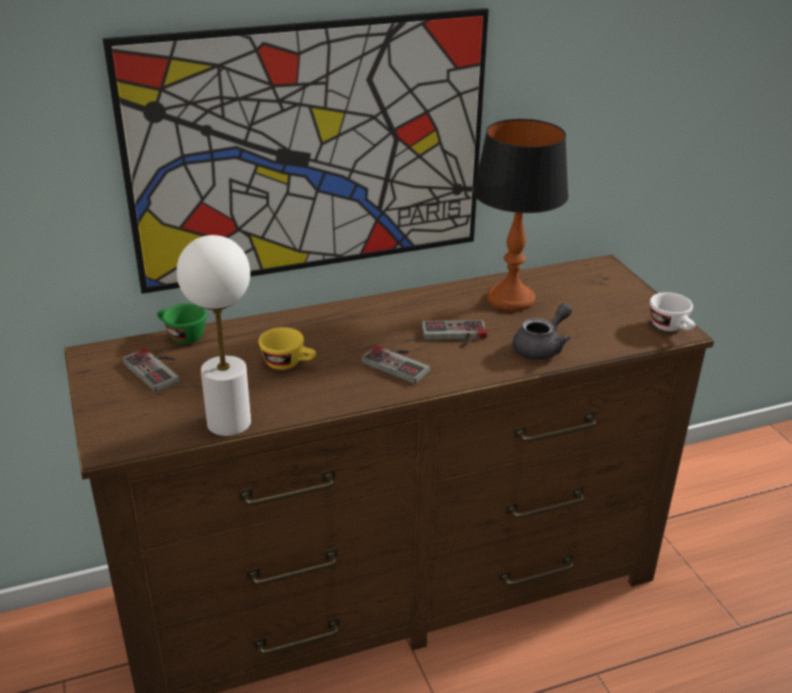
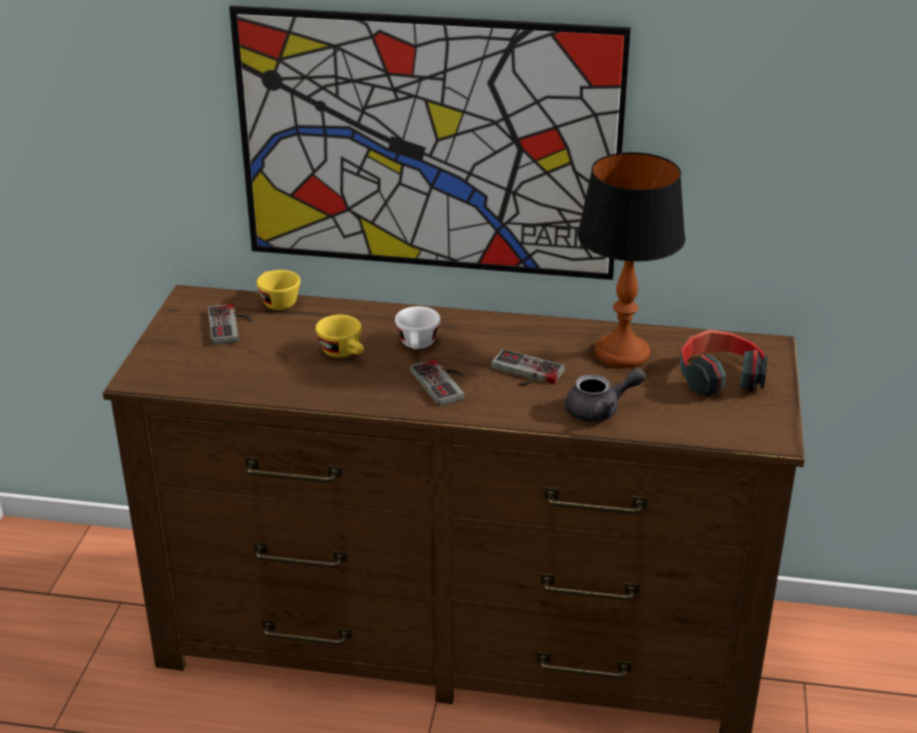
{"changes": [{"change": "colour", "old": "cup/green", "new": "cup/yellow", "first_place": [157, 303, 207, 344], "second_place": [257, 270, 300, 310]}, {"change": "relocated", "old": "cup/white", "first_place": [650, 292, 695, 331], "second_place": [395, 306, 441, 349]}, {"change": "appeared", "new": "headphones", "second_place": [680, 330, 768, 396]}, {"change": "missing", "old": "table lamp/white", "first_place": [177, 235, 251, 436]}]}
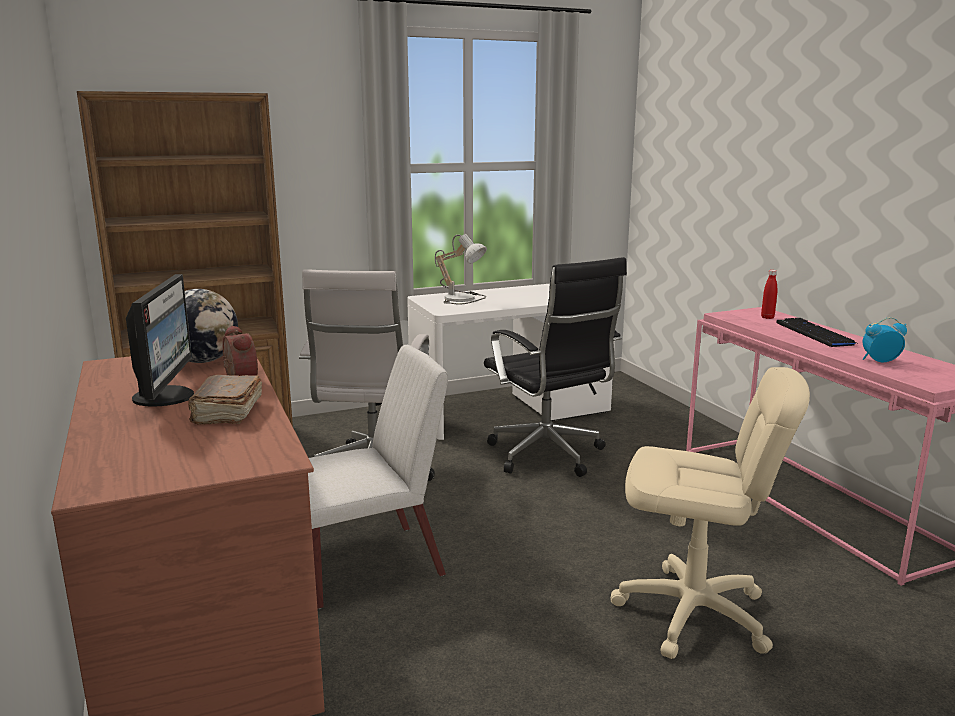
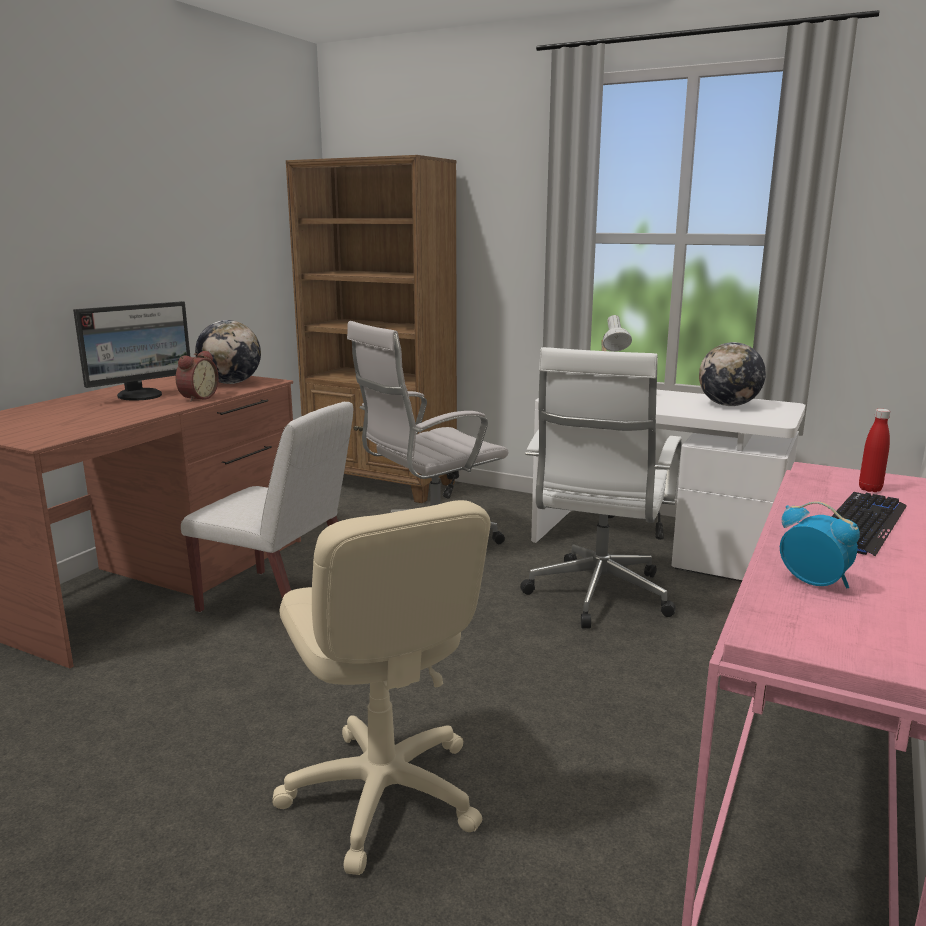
{"changes": [{"change": "colour", "old": "office chair/black", "new": "office chair/white", "first_place": [484, 257, 627, 477], "second_place": [520, 347, 682, 629]}, {"change": "appeared", "new": "globe", "second_place": [699, 342, 766, 406]}, {"change": "missing", "old": "book/brown", "first_place": [188, 375, 262, 425]}]}
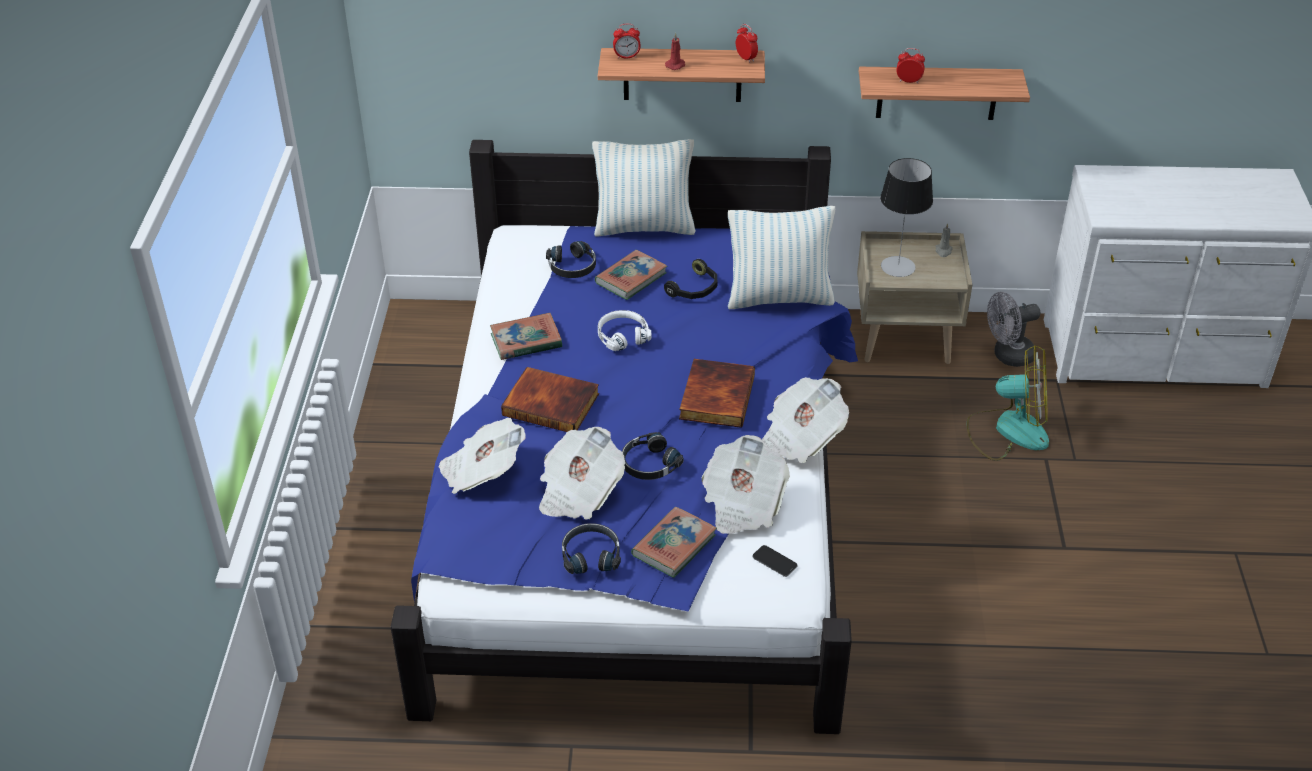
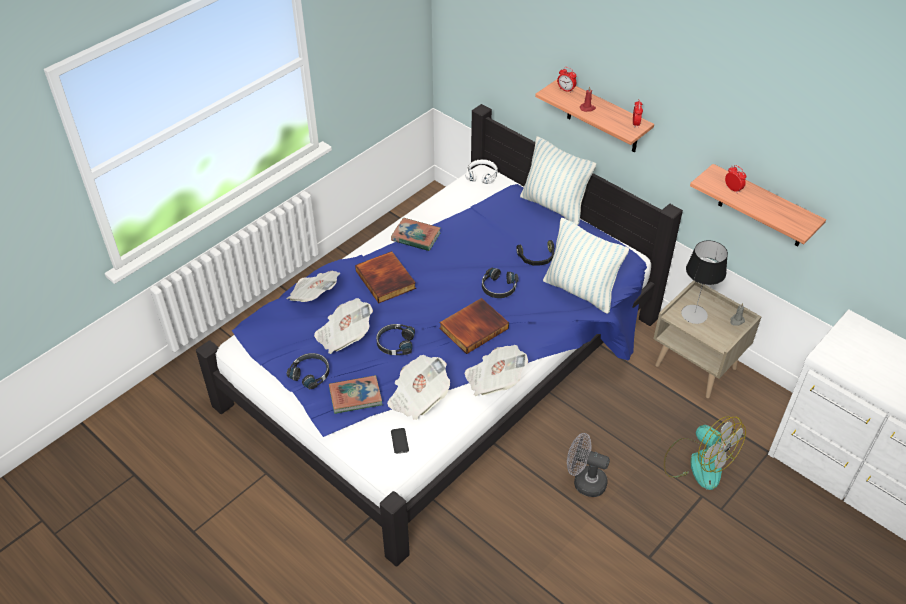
{"changes": [{"change": "relocated", "old": "headphones/white", "first_place": [598, 310, 651, 351], "second_place": [465, 159, 498, 184]}, {"change": "relocated", "old": "headphones/black", "first_place": [546, 241, 596, 278], "second_place": [482, 268, 519, 298]}, {"change": "relocated", "old": "fan/grey", "first_place": [987, 292, 1040, 367], "second_place": [567, 433, 610, 497]}, {"change": "missing", "old": "book", "first_place": [595, 250, 667, 300]}]}
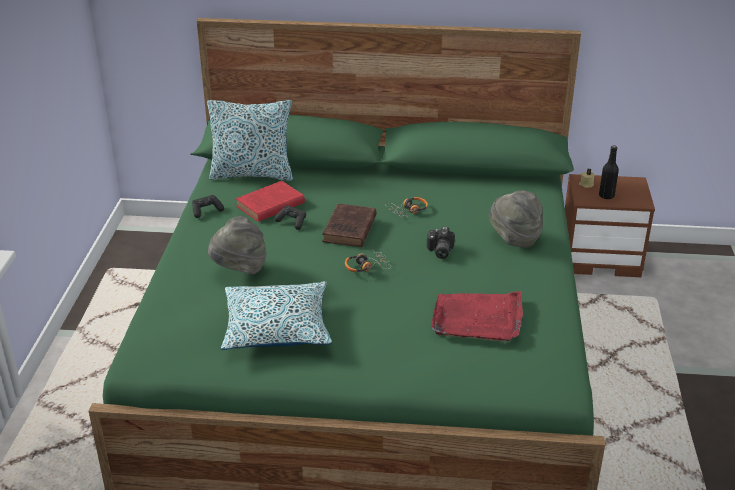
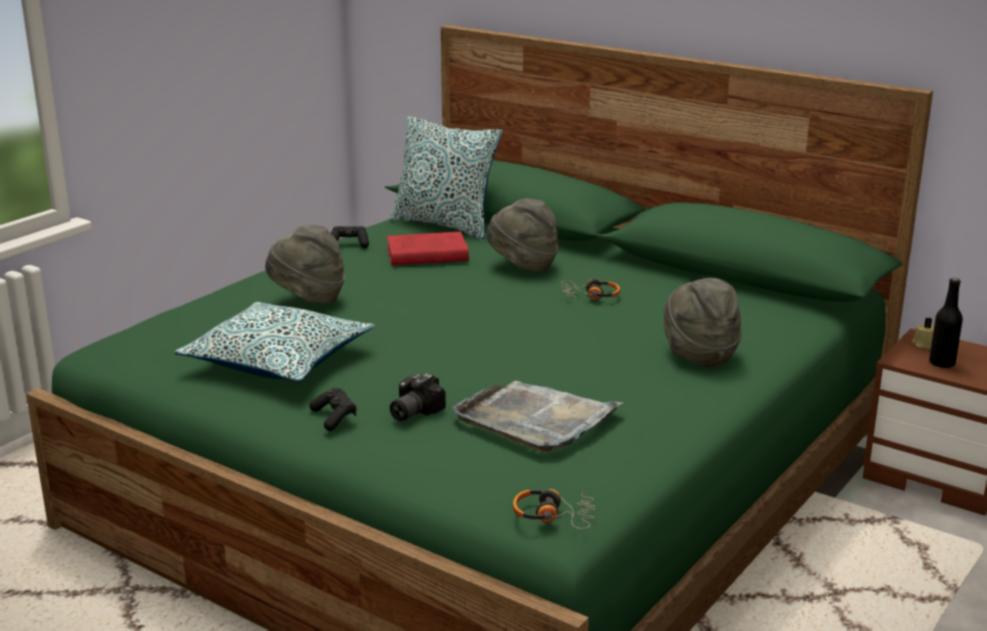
{"changes": [{"change": "relocated", "old": "game controller/black", "first_place": [274, 206, 306, 230], "second_place": [309, 388, 357, 431]}, {"change": "relocated", "old": "photo camera", "first_place": [427, 227, 455, 259], "second_place": [390, 373, 446, 421]}, {"change": "colour", "old": "tray/red", "new": "tray/grey", "first_place": [431, 291, 523, 342], "second_place": [452, 381, 624, 453]}, {"change": "appeared", "new": "hat/grey", "second_place": [486, 198, 558, 272]}, {"change": "relocated", "old": "headphones", "first_place": [345, 251, 391, 272], "second_place": [513, 489, 595, 529]}, {"change": "missing", "old": "book/brown", "first_place": [322, 204, 377, 247]}]}
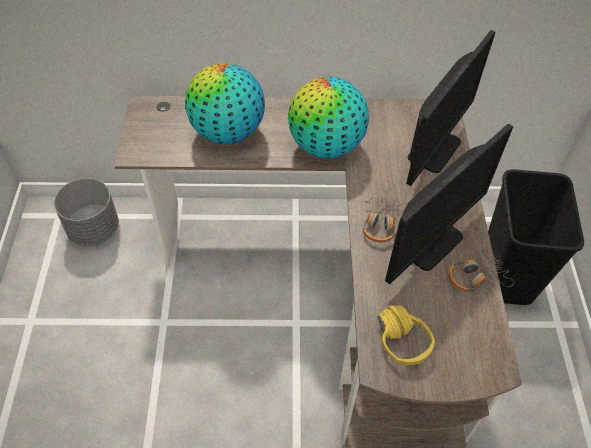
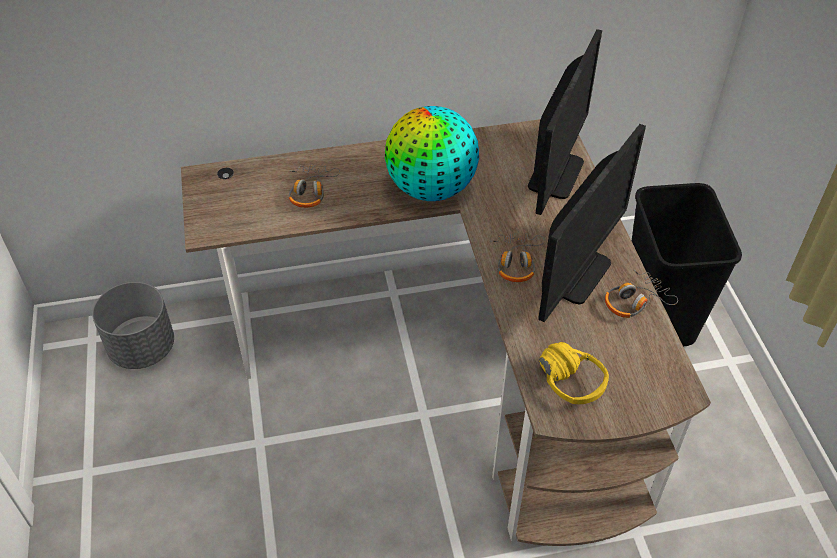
{"changes": [{"change": "exchanged", "old": "globe", "new": "headphones", "first_place": [185, 63, 265, 144], "second_place": [289, 165, 340, 208]}]}
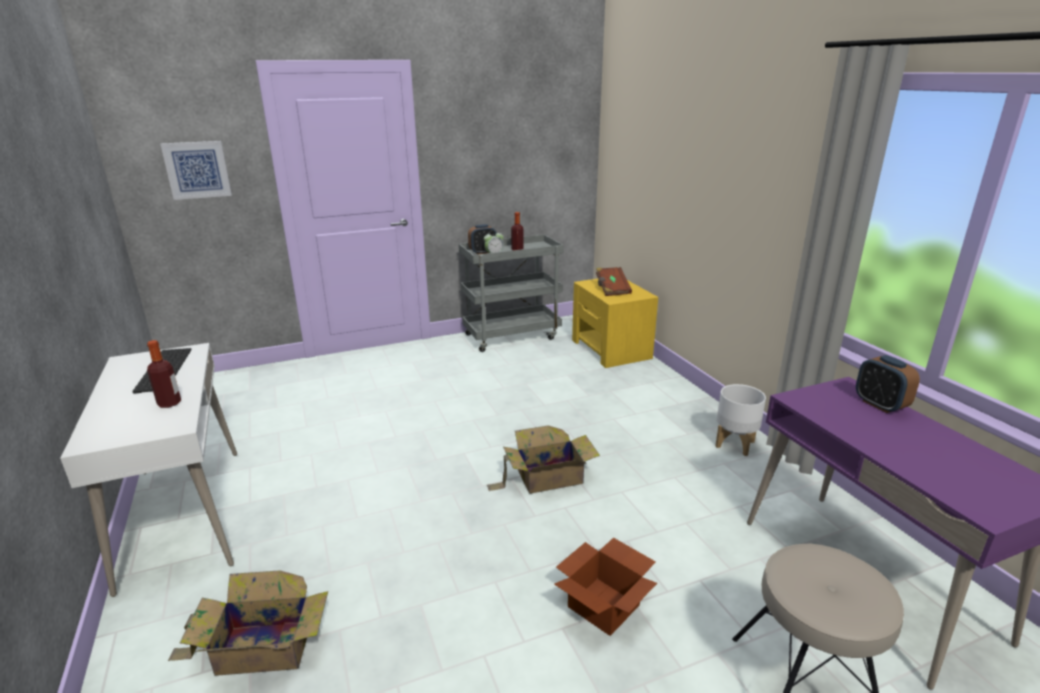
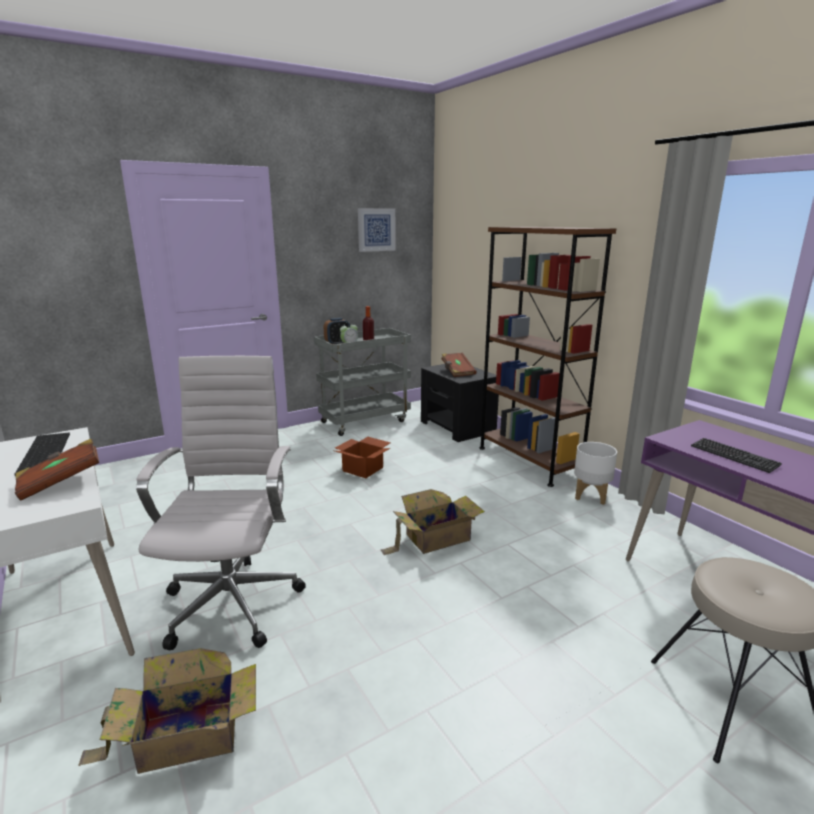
{"changes": [{"change": "exchanged", "old": "bottle", "new": "book/brown", "first_place": [147, 340, 181, 408], "second_place": [15, 438, 99, 501]}, {"change": "appeared", "new": "office chair/white", "second_place": [136, 356, 306, 650]}, {"change": "relocated", "old": "cardboard box", "first_place": [554, 538, 657, 636], "second_place": [335, 437, 390, 478]}, {"change": "relocated", "old": "picture", "first_place": [160, 141, 232, 200], "second_place": [358, 208, 396, 252]}, {"change": "colour", "old": "nightstand/yellow", "new": "nightstand/black", "first_place": [572, 279, 658, 368], "second_place": [421, 364, 499, 442]}, {"change": "appeared", "new": "bookcase/brown", "second_place": [479, 227, 616, 487]}, {"change": "appeared", "new": "keyboard", "second_place": [691, 438, 782, 473]}, {"change": "missing", "old": "alarm clock", "first_place": [856, 355, 920, 413]}]}
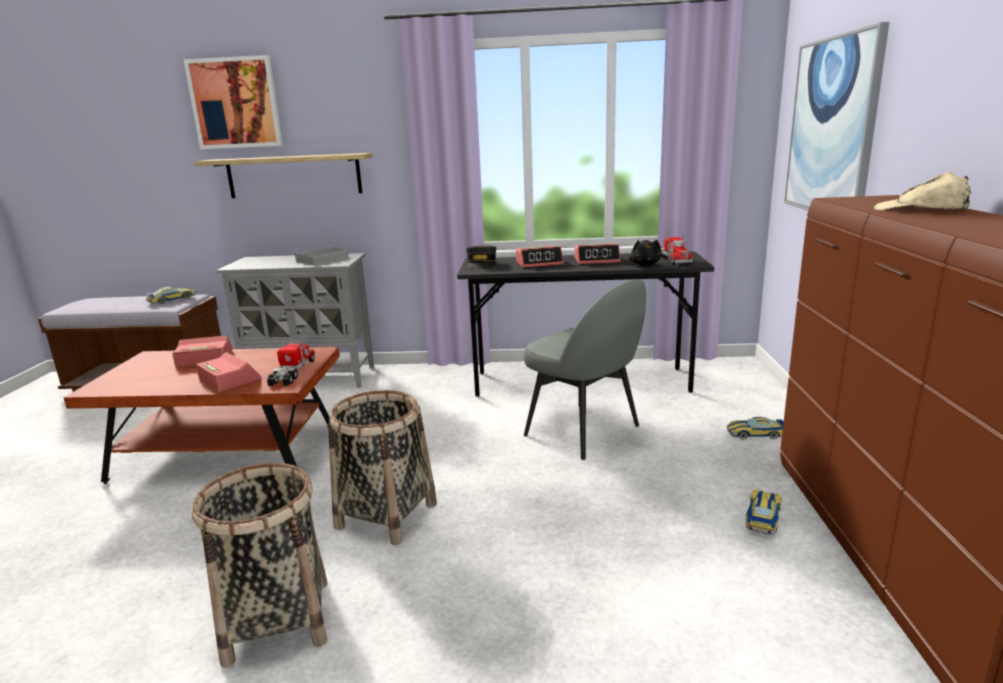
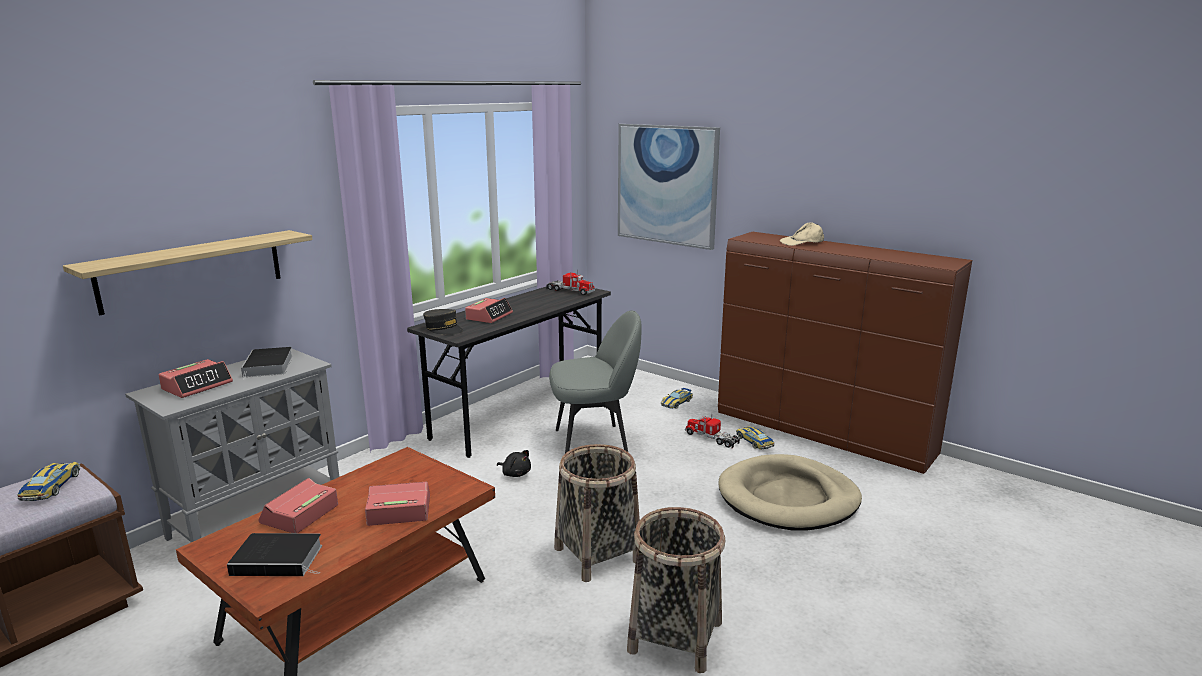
{"changes": [{"change": "relocated", "old": "alarm clock", "first_place": [575, 243, 620, 264], "second_place": [159, 359, 233, 398]}, {"change": "appeared", "new": "book", "second_place": [227, 533, 322, 576]}, {"change": "relocated", "old": "plush toy/black", "first_place": [629, 240, 661, 265], "second_place": [497, 450, 531, 477]}, {"change": "relocated", "old": "toy truck", "first_place": [267, 340, 315, 386], "second_place": [685, 413, 740, 448]}, {"change": "appeared", "new": "dog bed/beige", "second_place": [718, 454, 862, 531]}, {"change": "missing", "old": "picture", "first_place": [183, 55, 283, 149]}]}
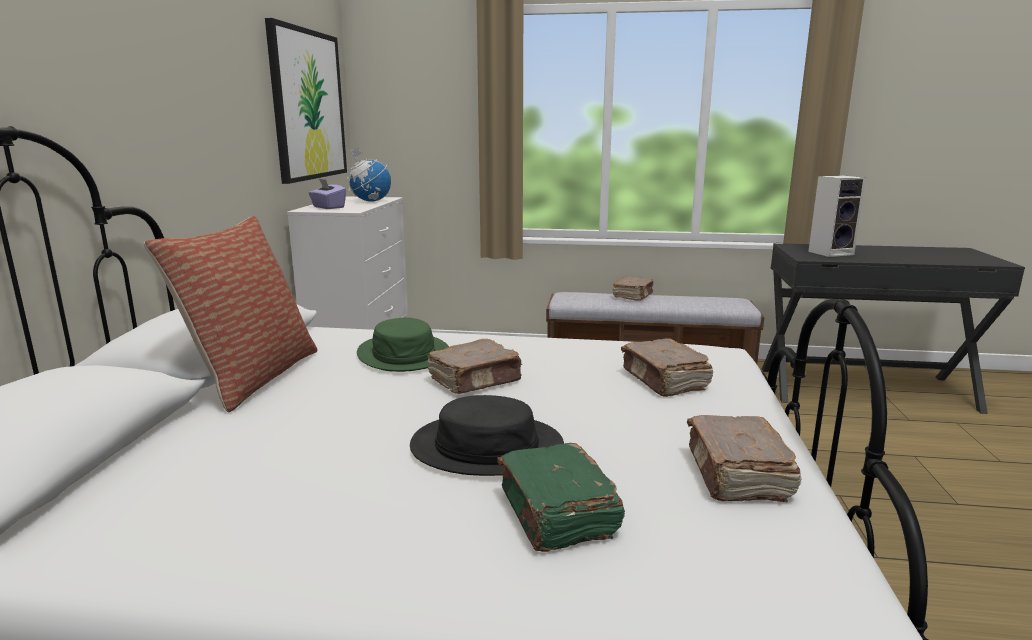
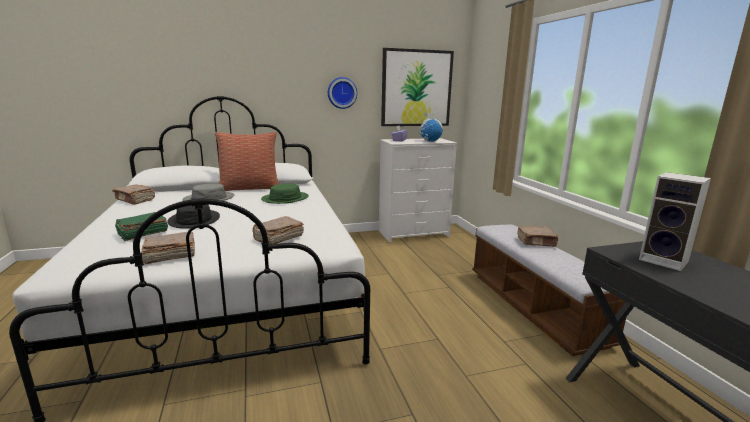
{"changes": [{"change": "relocated", "old": "book/brown", "first_place": [428, 339, 522, 394], "second_place": [112, 184, 155, 204]}, {"change": "appeared", "new": "hat/grey", "second_place": [183, 183, 235, 201]}, {"change": "appeared", "new": "wall clock", "second_place": [328, 77, 357, 109]}]}
